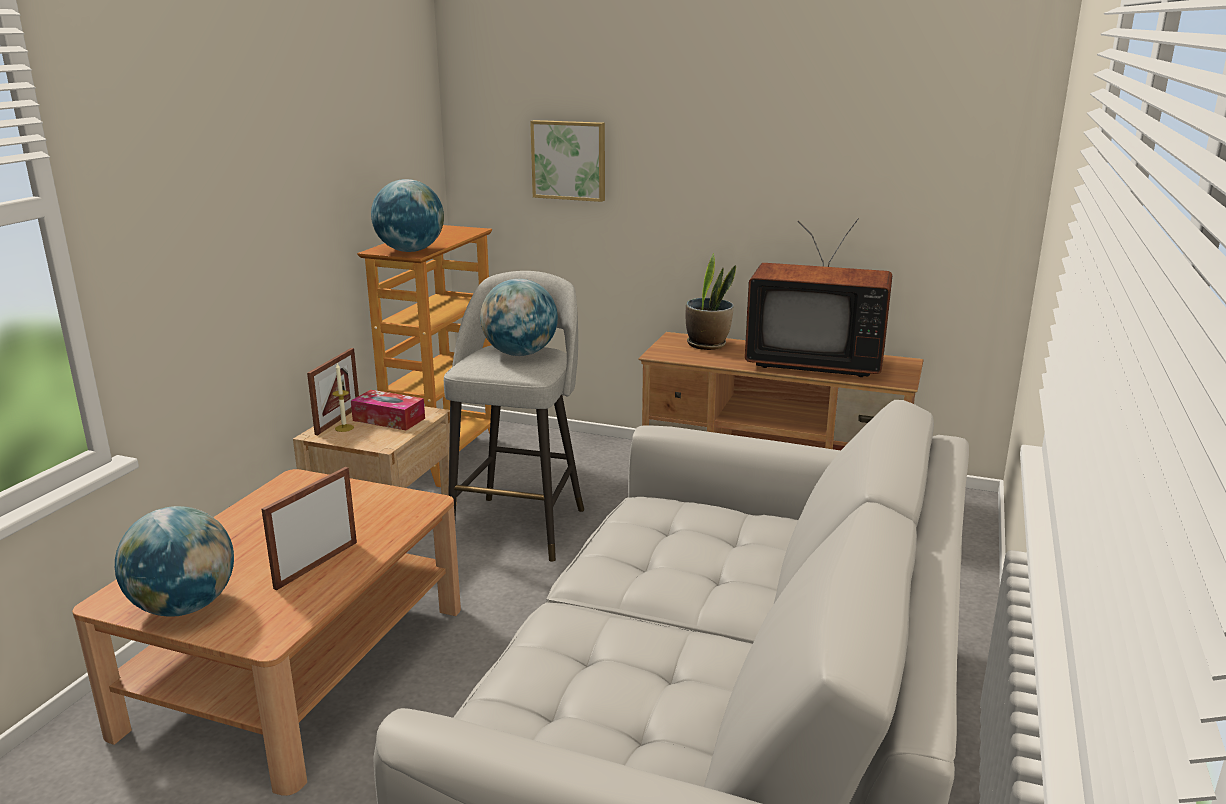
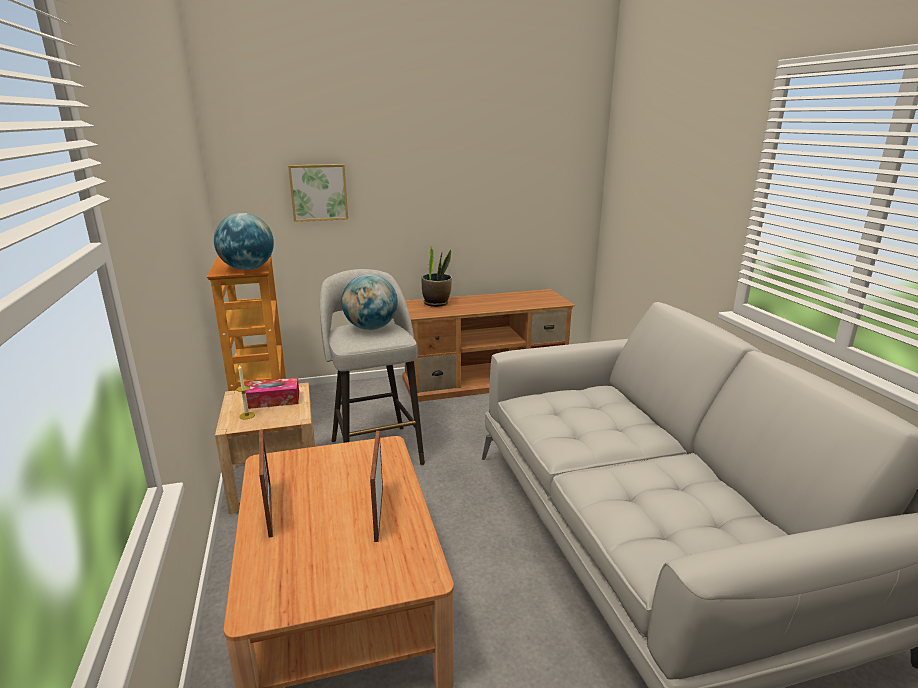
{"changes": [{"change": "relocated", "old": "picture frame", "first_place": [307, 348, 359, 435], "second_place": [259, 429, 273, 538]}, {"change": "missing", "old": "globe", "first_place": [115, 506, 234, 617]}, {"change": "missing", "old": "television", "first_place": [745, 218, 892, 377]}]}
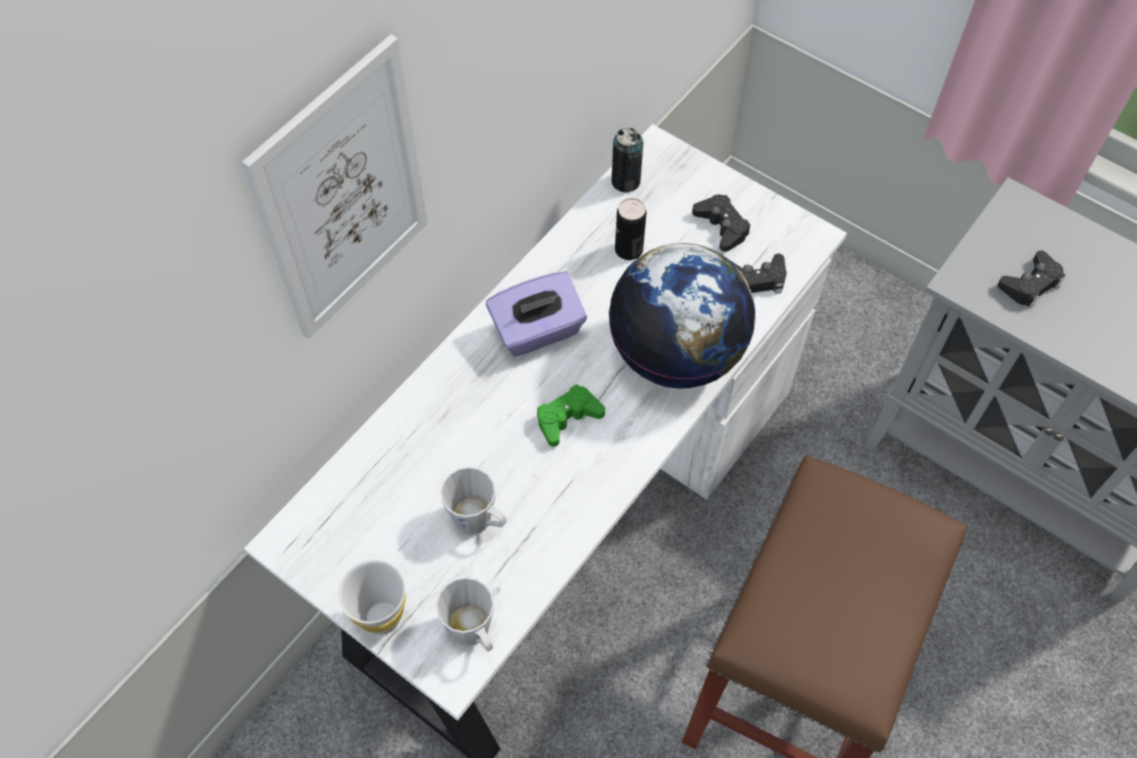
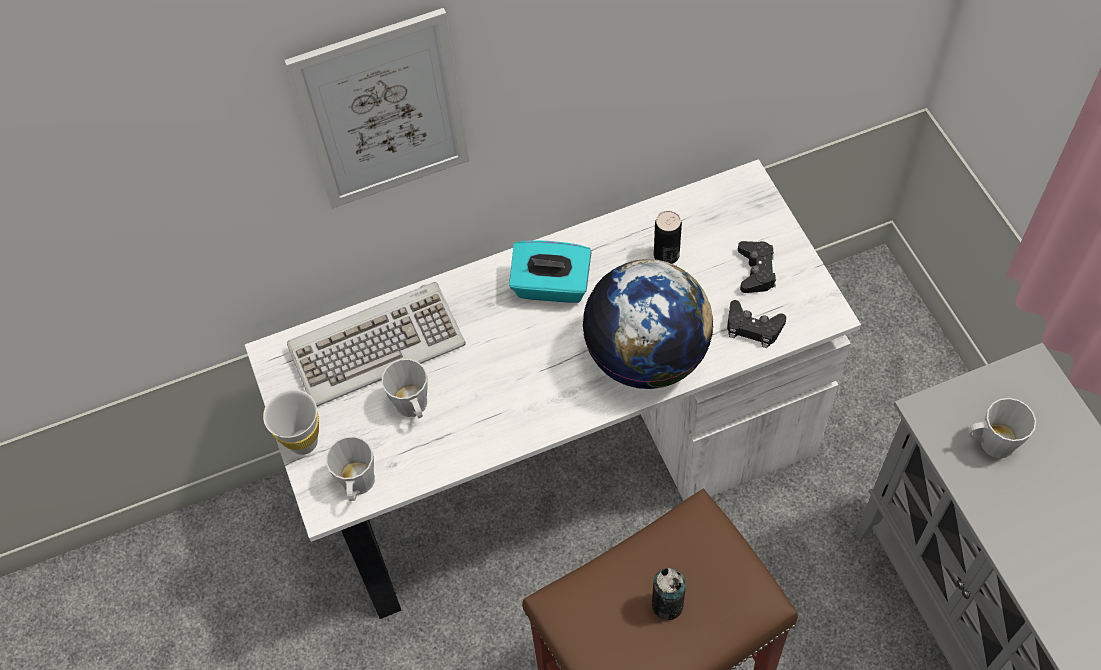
{"changes": [{"change": "appeared", "new": "keyboard", "second_place": [287, 282, 466, 407]}, {"change": "colour", "old": "tissue box/purple", "new": "tissue box/turquoise", "first_place": [486, 271, 587, 357], "second_place": [509, 240, 592, 303]}, {"change": "relocated", "old": "can", "first_place": [612, 128, 643, 192], "second_place": [652, 568, 686, 621]}, {"change": "exchanged", "old": "game controller/black", "new": "mug/grey", "first_place": [998, 250, 1065, 308], "second_place": [968, 398, 1036, 458]}, {"change": "missing", "old": "game controller/green", "first_place": [537, 384, 605, 447]}]}
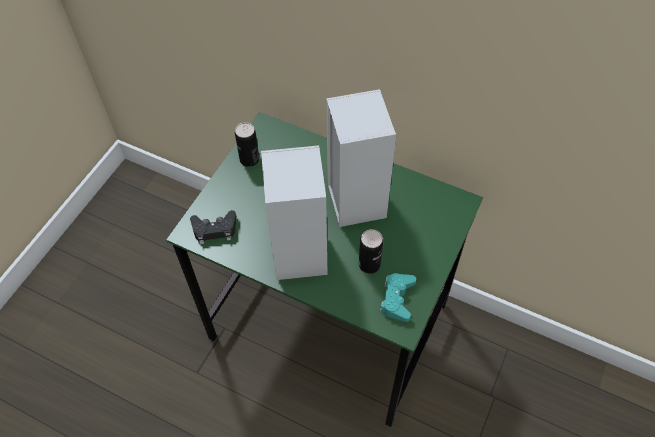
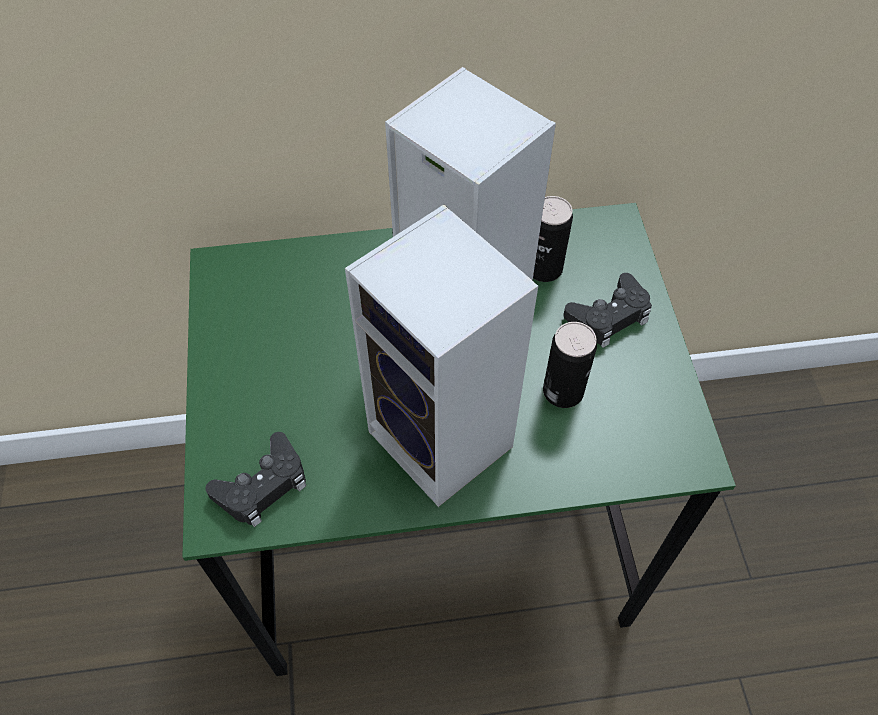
{"changes": [{"change": "relocated", "old": "can", "first_place": [235, 122, 259, 167], "second_place": [533, 196, 573, 282]}, {"change": "appeared", "new": "game controller/black", "second_place": [563, 273, 652, 348]}, {"change": "missing", "old": "game controller/turquoise", "first_place": [380, 273, 416, 322]}]}
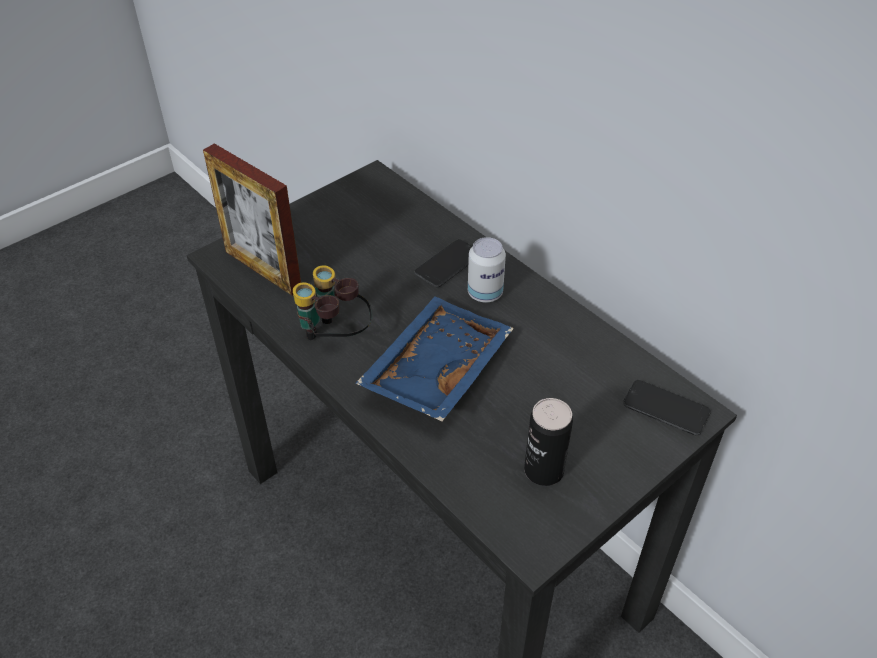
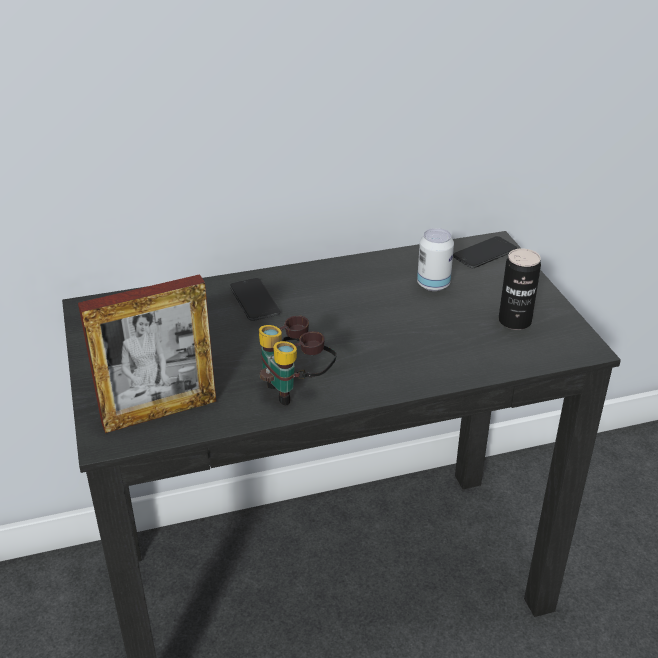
{"changes": [{"change": "relocated", "old": "can", "first_place": [468, 237, 506, 302], "second_place": [417, 228, 454, 291]}, {"change": "missing", "old": "tray/blue", "first_place": [355, 296, 514, 422]}]}
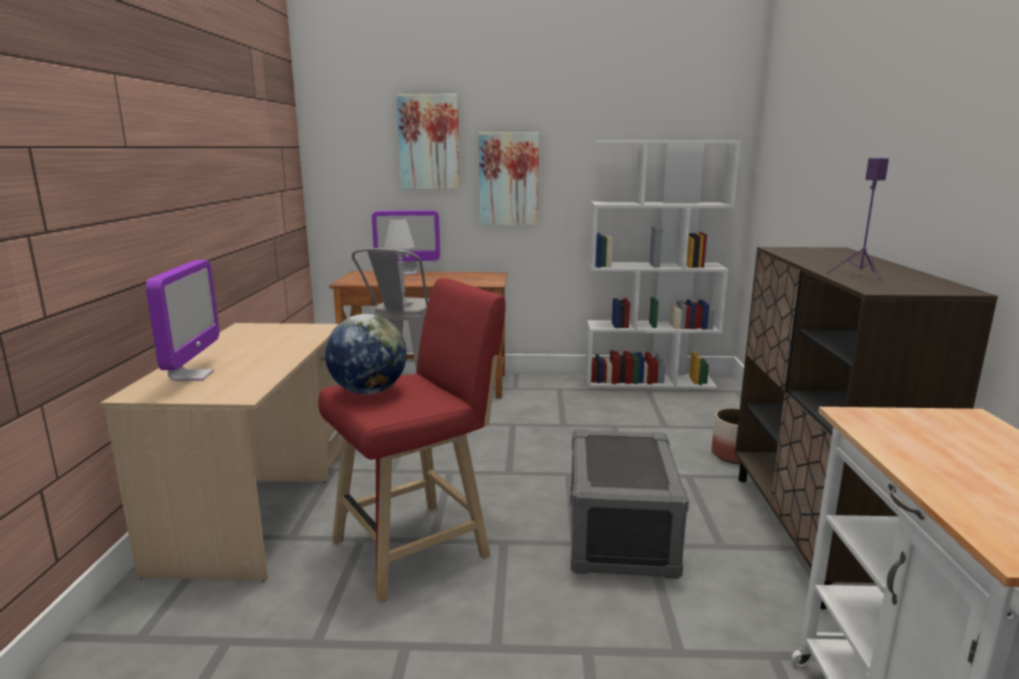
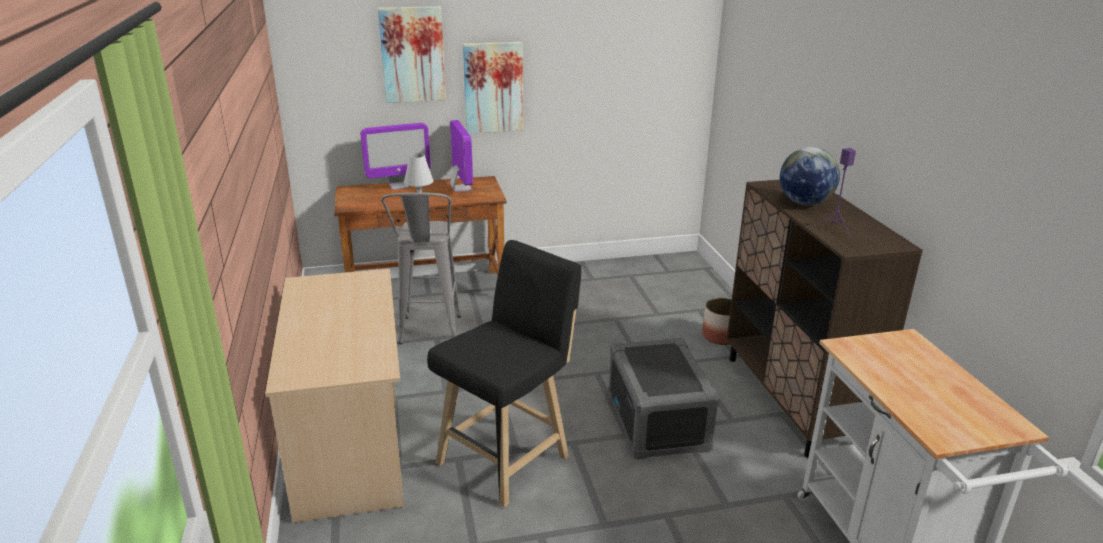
{"changes": [{"change": "colour", "old": "stool/red", "new": "stool/black", "first_place": [318, 278, 505, 602], "second_place": [427, 240, 581, 508]}, {"change": "relocated", "old": "monitor", "first_place": [145, 260, 219, 381], "second_place": [450, 120, 473, 192]}, {"change": "relocated", "old": "globe", "first_place": [325, 314, 407, 395], "second_place": [780, 147, 840, 206]}, {"change": "missing", "old": "bookcase/white", "first_place": [585, 140, 741, 389]}]}
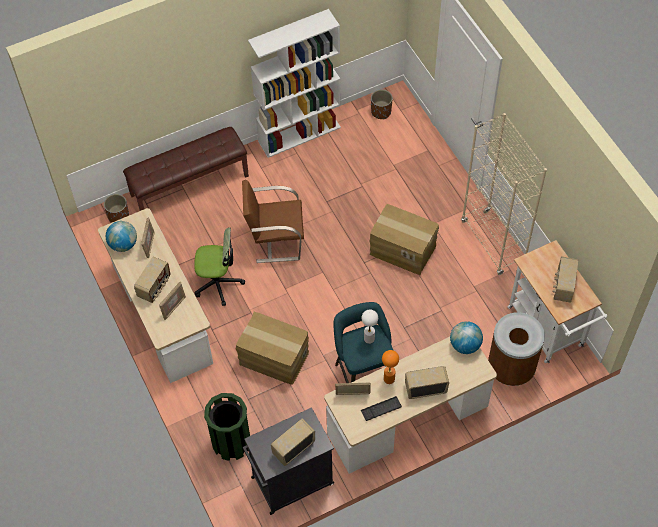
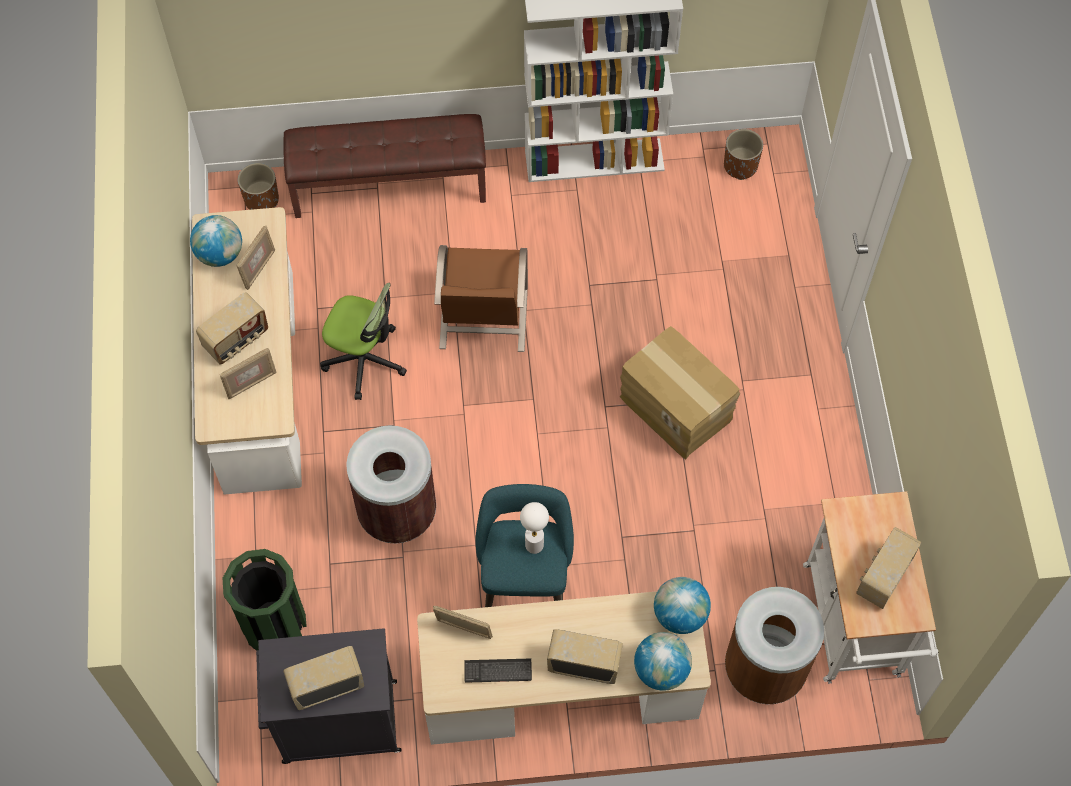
{"changes": [{"change": "exchanged", "old": "cardboard box", "new": "trash can/brown", "first_place": [236, 312, 309, 385], "second_place": [346, 425, 436, 544]}, {"change": "spun", "old": "chair/brown", "first_place": [242, 180, 304, 263], "second_place": [434, 245, 528, 352], "degrees": -105}, {"change": "appeared", "new": "globe", "second_place": [634, 632, 692, 691]}, {"change": "missing", "old": "table lamp/orange", "first_place": [382, 350, 399, 384]}, {"change": "missing", "old": "bookcase/beige", "first_place": [461, 113, 547, 275]}]}
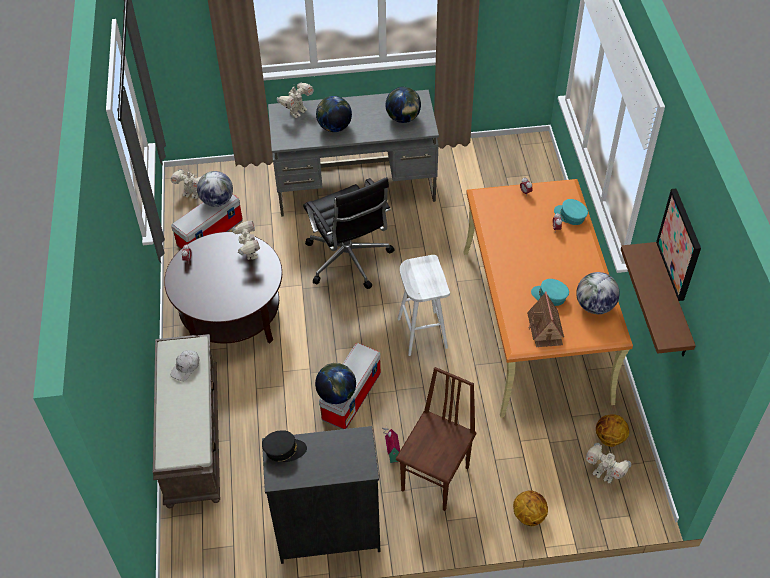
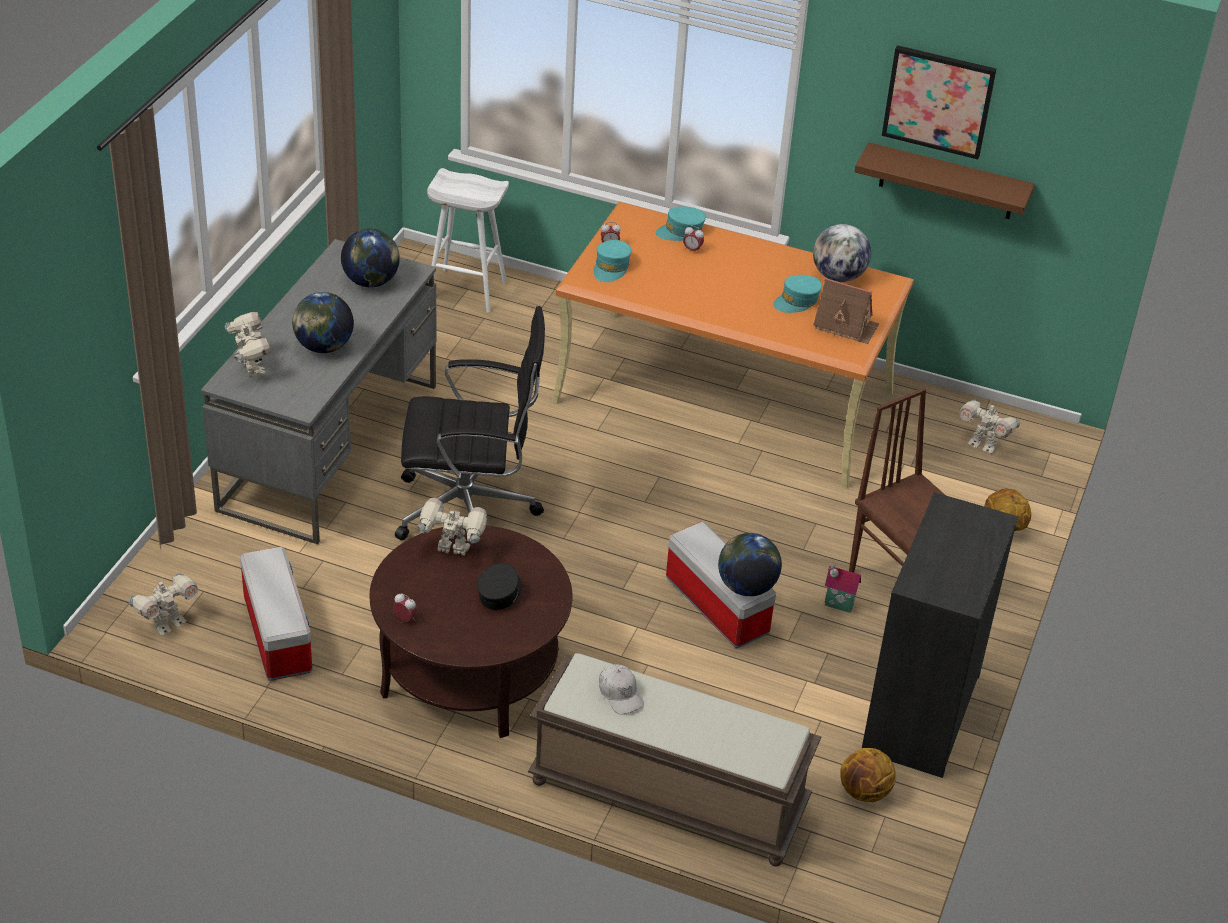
{"changes": [{"change": "relocated", "old": "stool/white", "first_place": [398, 255, 450, 356], "second_place": [427, 168, 509, 313]}, {"change": "relocated", "old": "cap/black", "first_place": [262, 430, 307, 462], "second_place": [477, 563, 522, 610]}, {"change": "appeared", "new": "cap/turquoise", "second_place": [594, 240, 631, 282]}, {"change": "relocated", "old": "basketball", "first_place": [596, 414, 629, 447], "second_place": [840, 748, 896, 802]}, {"change": "spun", "old": "toy robot", "first_place": [586, 443, 631, 483], "second_place": [960, 400, 1020, 453], "degrees": 60}, {"change": "missing", "old": "globe", "first_place": [197, 171, 233, 207]}]}
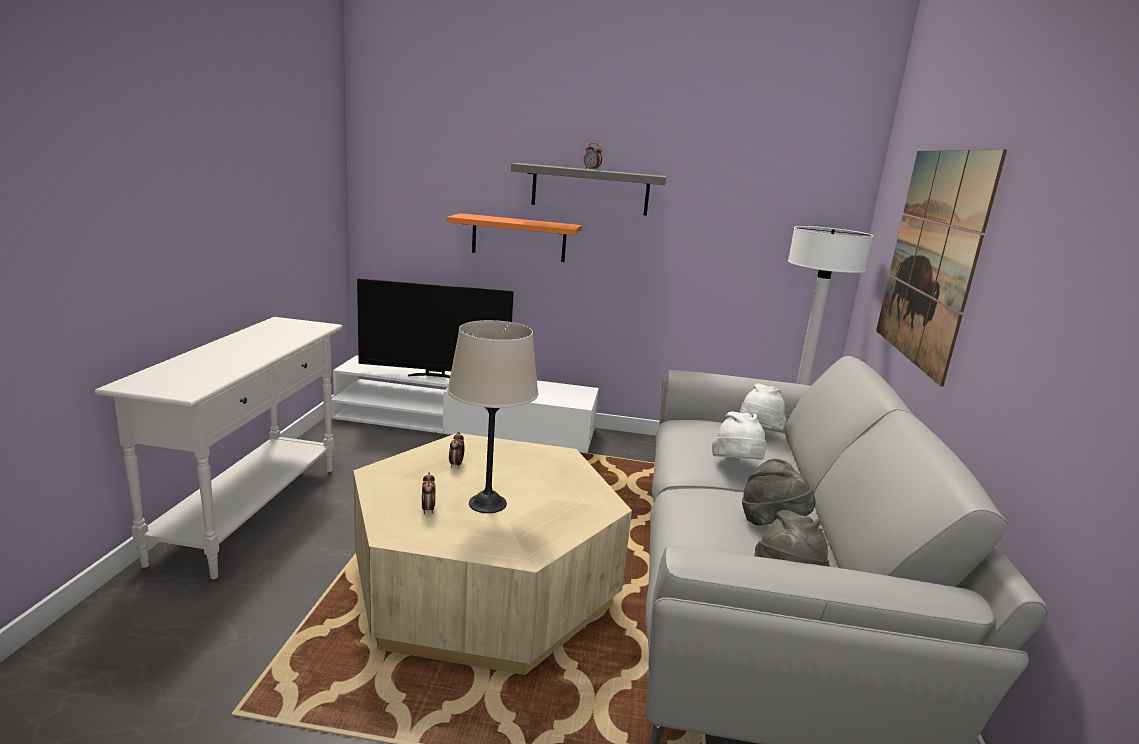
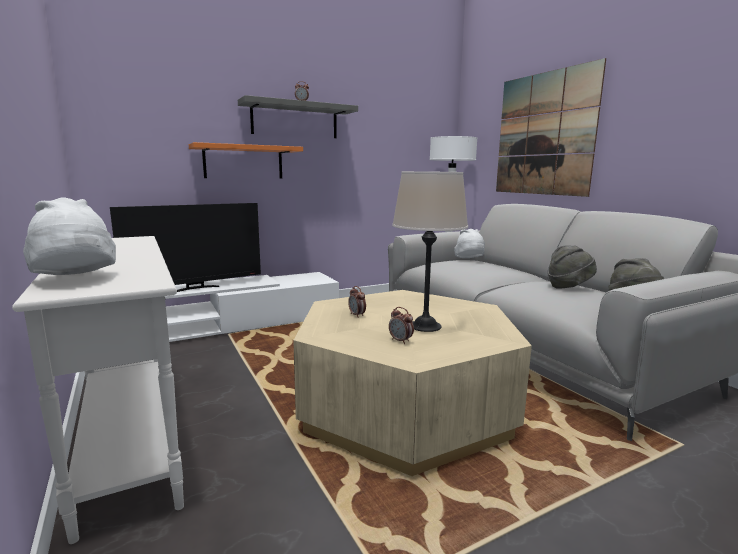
{"changes": [{"change": "relocated", "old": "hat/white", "first_place": [712, 411, 767, 460], "second_place": [23, 197, 116, 275]}]}
